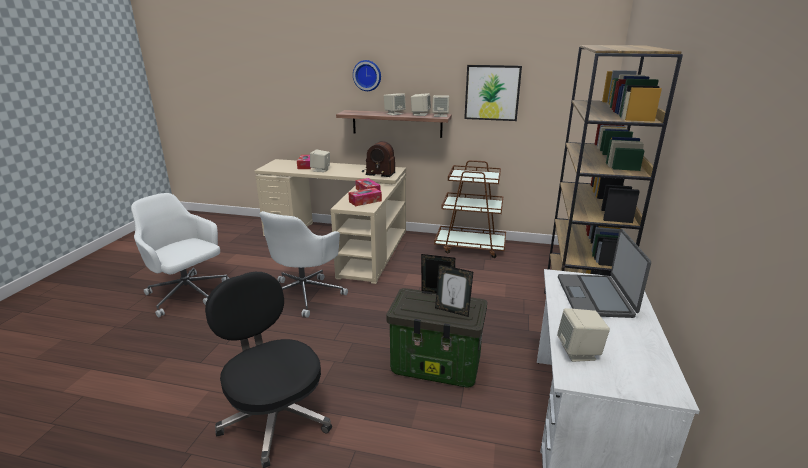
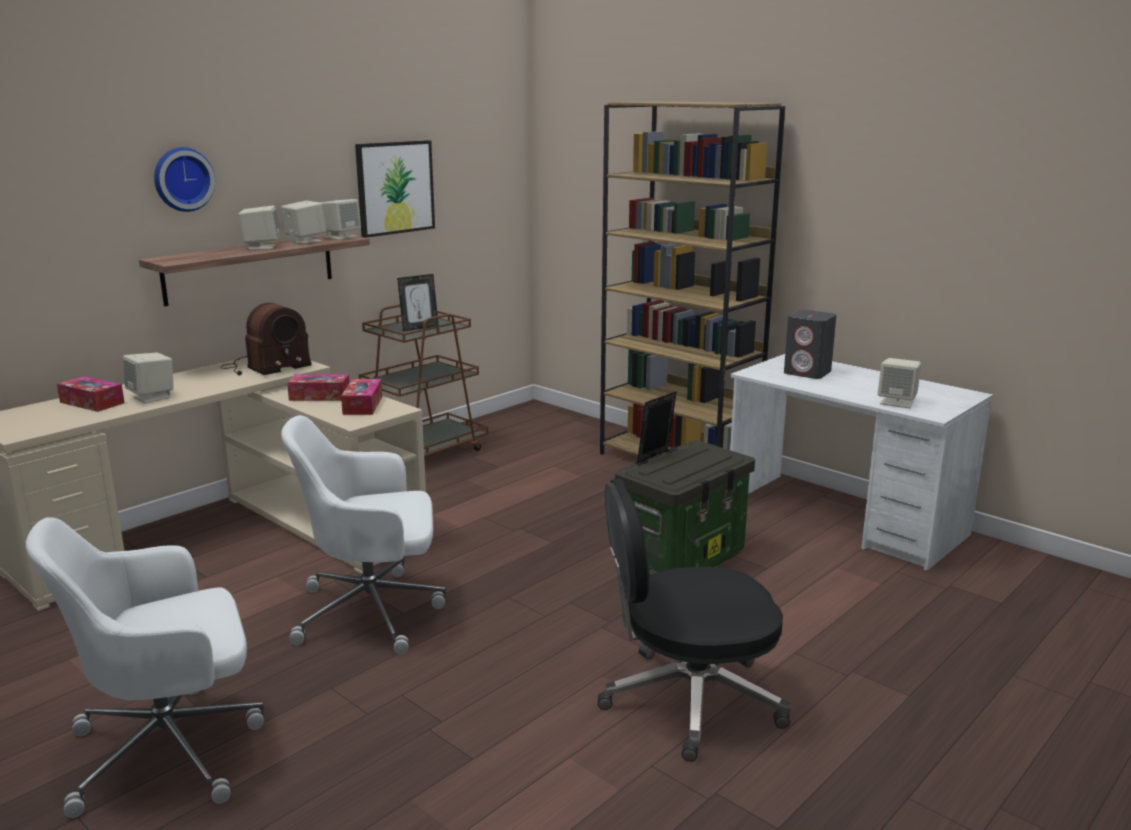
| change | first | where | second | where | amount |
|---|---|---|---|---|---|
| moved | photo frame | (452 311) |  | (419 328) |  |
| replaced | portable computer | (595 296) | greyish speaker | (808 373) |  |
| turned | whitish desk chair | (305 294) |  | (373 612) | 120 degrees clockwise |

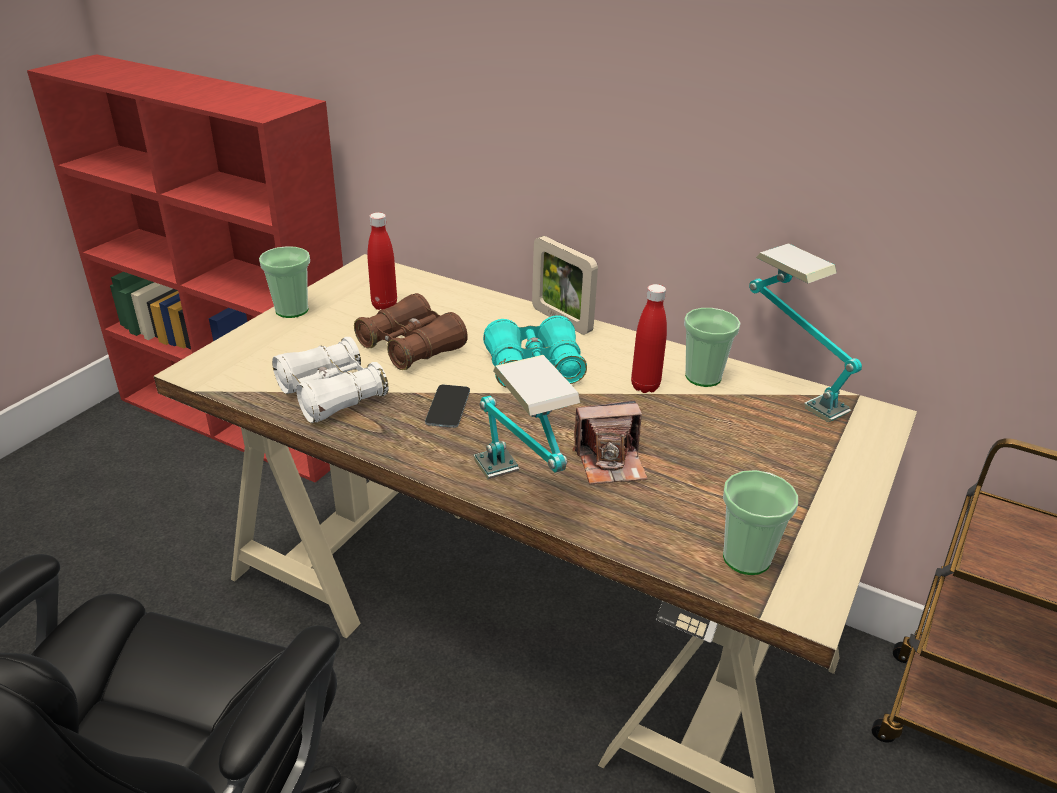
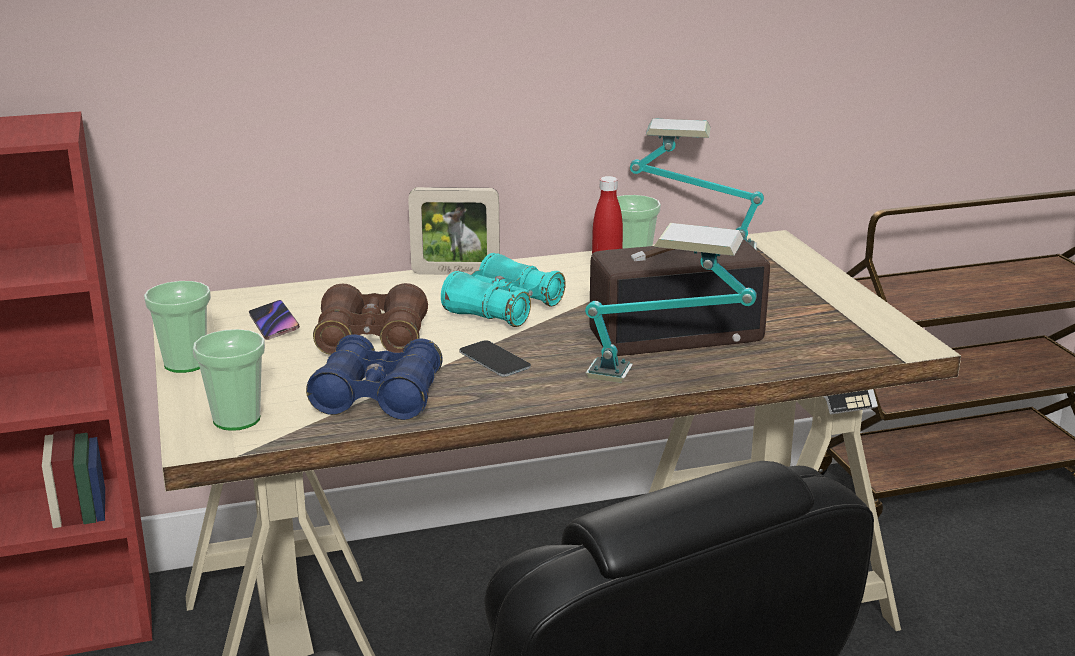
| change | first | where | second | where | amount |
|---|---|---|---|---|---|
| moved | small cup | (746 558) |  | (237 419) |  |
| replaced | red-coloured drink bottle | (384 305) | handset | (274 324) |  |
| replaced | still camera | (610 462) | radio receiver | (676 335) |  |
| recoloured | whitish pair of binoculars | (331 394) | bluish pair of binoculars | (378 396) |  |

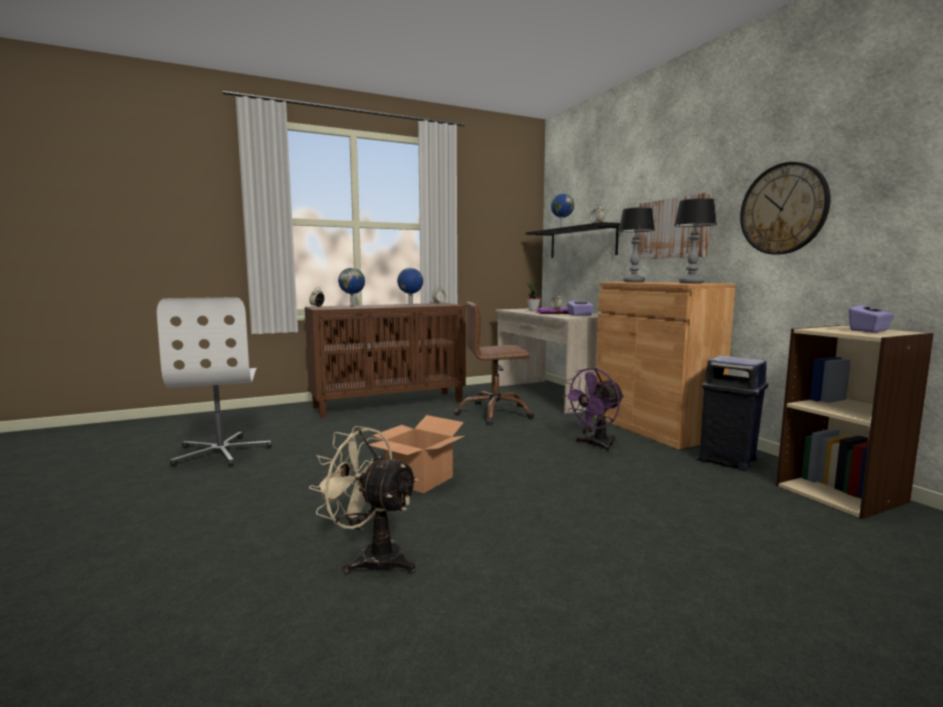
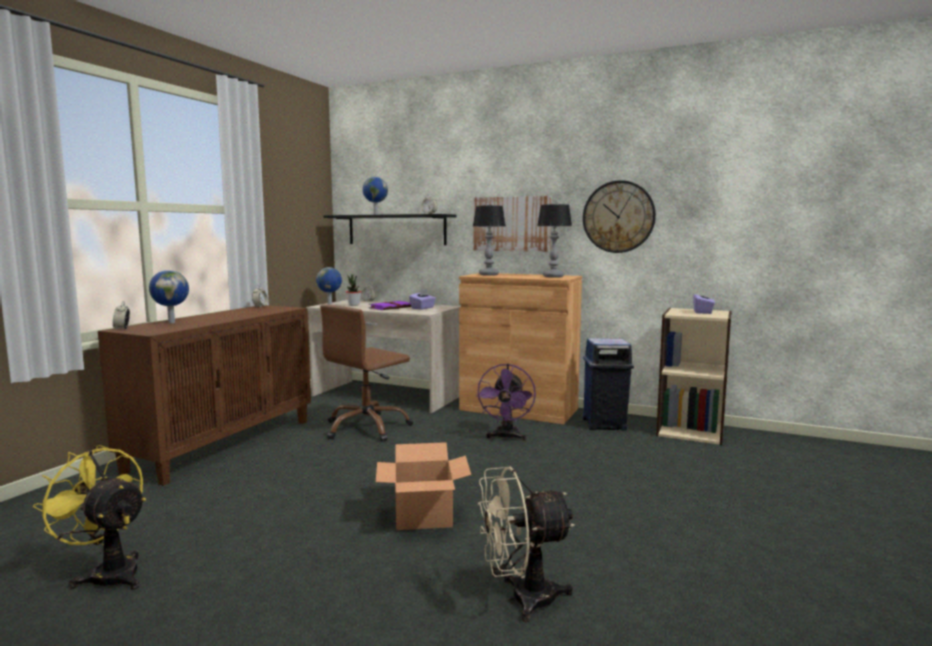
| change | first | where | second | where | amount |
|---|---|---|---|---|---|
| moved | world globe | (411 305) |  | (330 304) |  |
| replaced | whitish desk chair | (222 452) | yellowish electric fan | (108 573) |  |

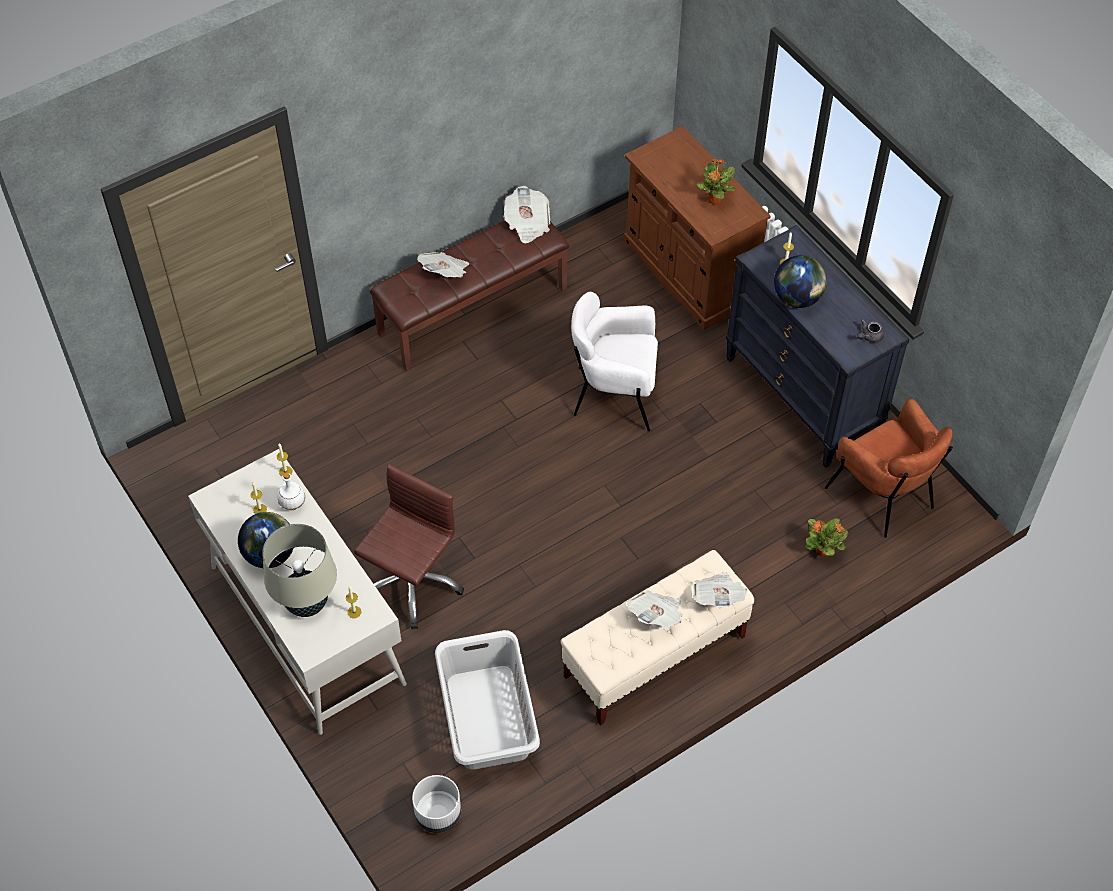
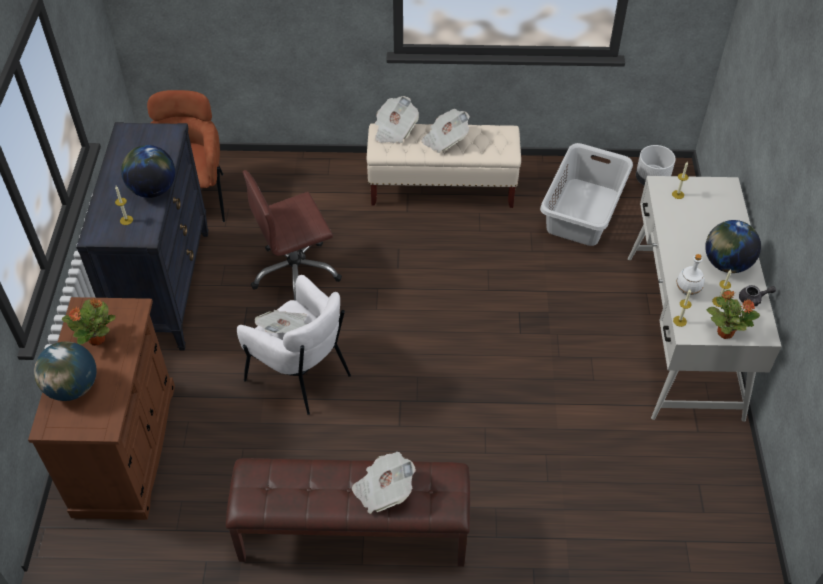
| change | first | where | second | where | amount |
|---|---|---|---|---|---|
| removed | beige-coloured lamp for a table | (306 603) |  |  |  |
| added |  |  | world globe | (73 387) |  |
| moved | brownish desk chair | (411 582) |  | (295 273) |  |
| moved | daily paper | (527 224) |  | (285 330) |  |
| moved | houseplant | (823 551) |  | (724 332) |  |
| moved | greyish tea pot | (869 336) |  | (753 299) |  |

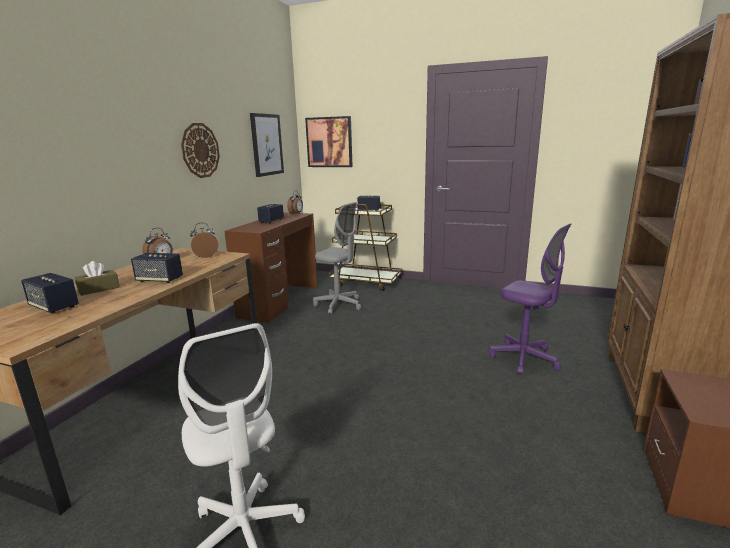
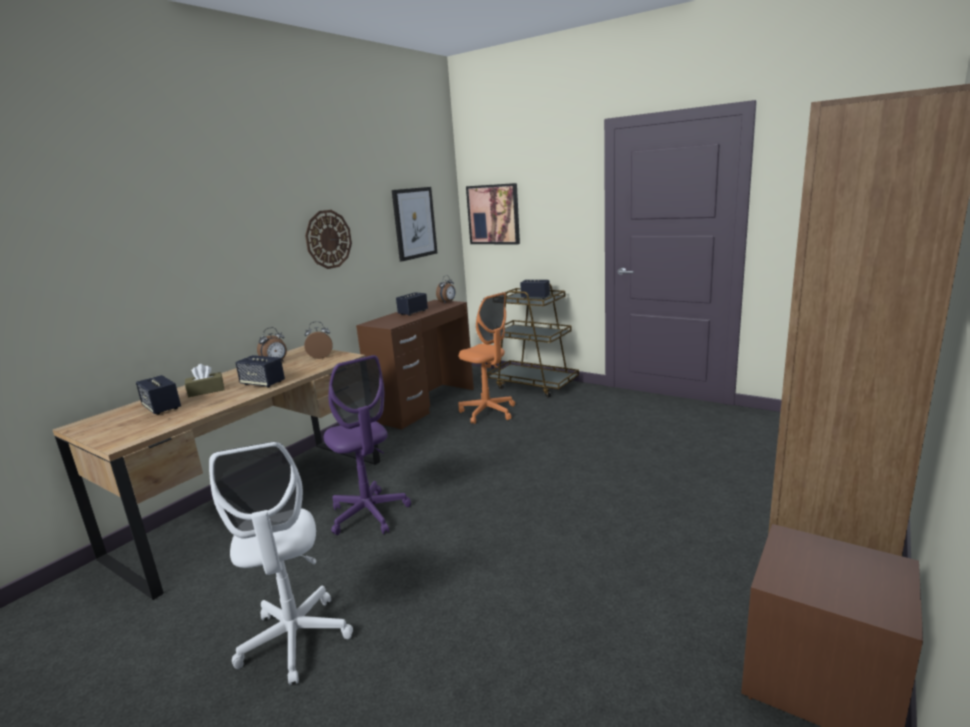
| change | first | where | second | where | amount |
|---|---|---|---|---|---|
| moved | purple-coloured desk chair | (524 358) |  | (369 514) |  |
| recoloured | greyish desk chair | (339 305) | orangey desk chair | (488 412) |  |

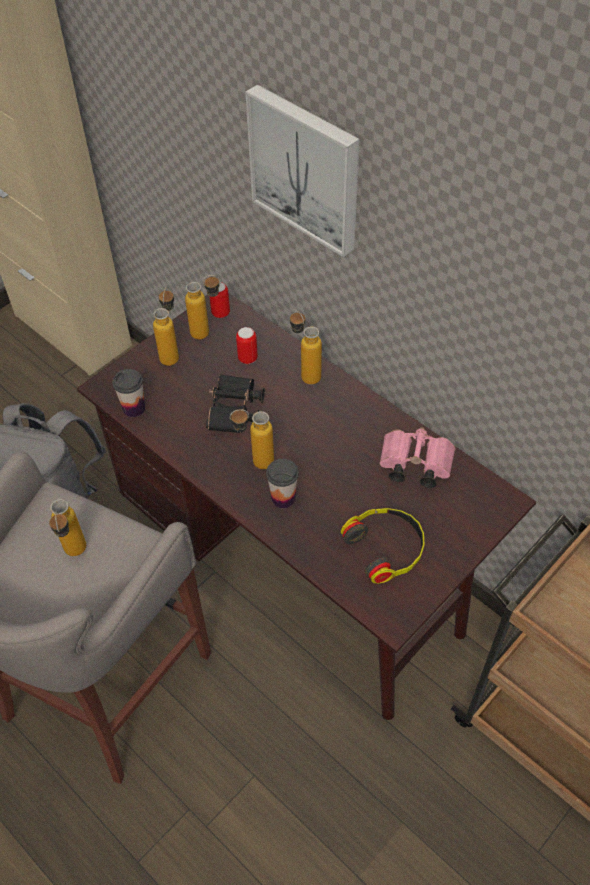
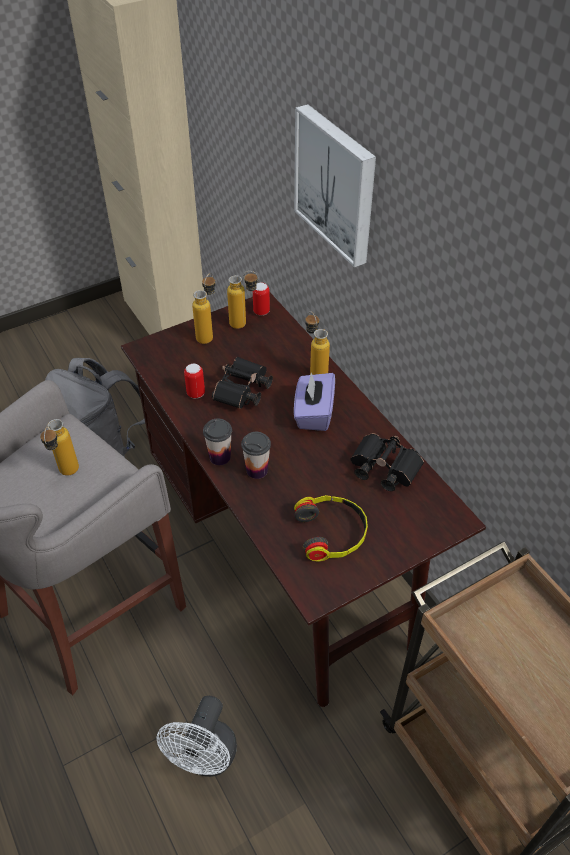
| change | first | where | second | where | amount |
|---|---|---|---|---|---|
| removed | drink bottle | (254 463) |  |  |  |
| added |  |  | whitish electric fan | (206 759) |  |
| added |  |  | purple-coloured box of tissues | (313 413) |  |
| moved | small cup | (134 408) |  | (220 457) |  |
| moved | sealed can | (247 358) |  | (196 393) |  |
| recoloured | pink-coloured pair of binoculars | (413 465) | black pair of binoculars | (382 470) |  |

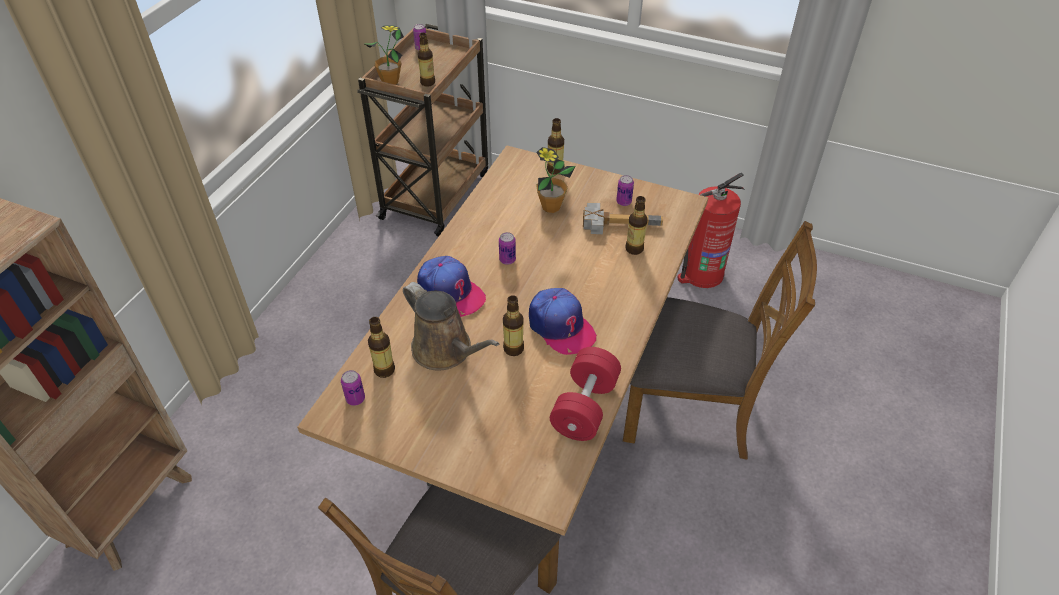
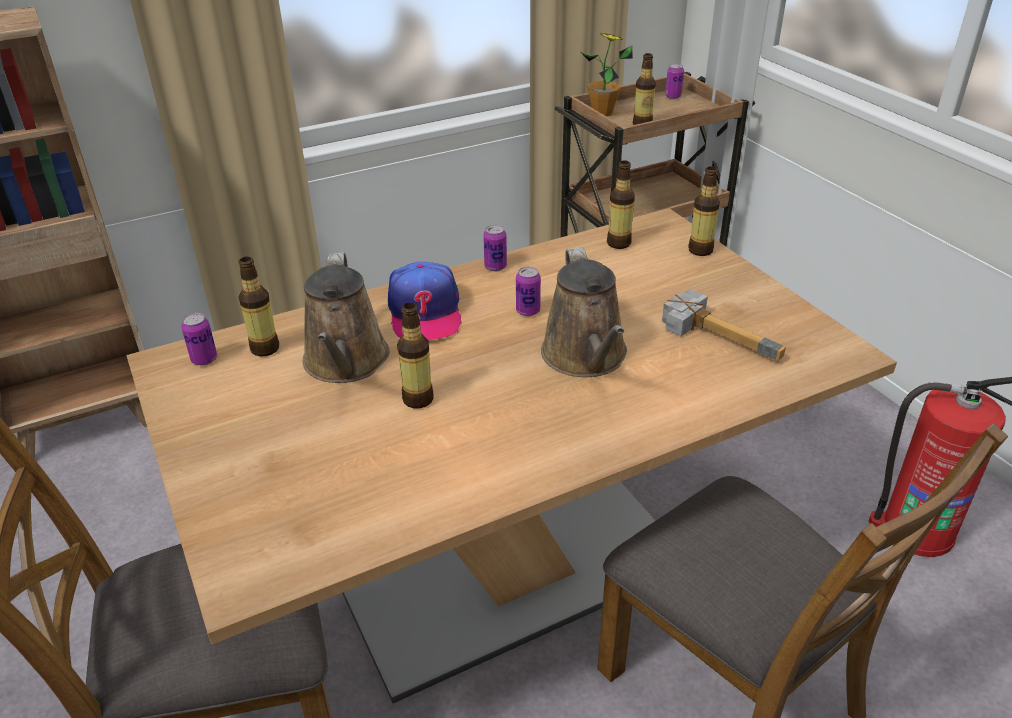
| change | first | where | second | where | amount |
|---|---|---|---|---|---|
| removed | baseball cap | (560 326) |  |  |  |
| removed | houseplant | (551 207) |  |  |  |
| removed | red-coloured free weight | (585 407) |  |  |  |
| added |  |  | brownish watering can | (586 357) |  |
| moved | sealed can | (623 202) |  | (495 267) |  |
| moved | drink bottle | (634 249) |  | (618 243) |  |

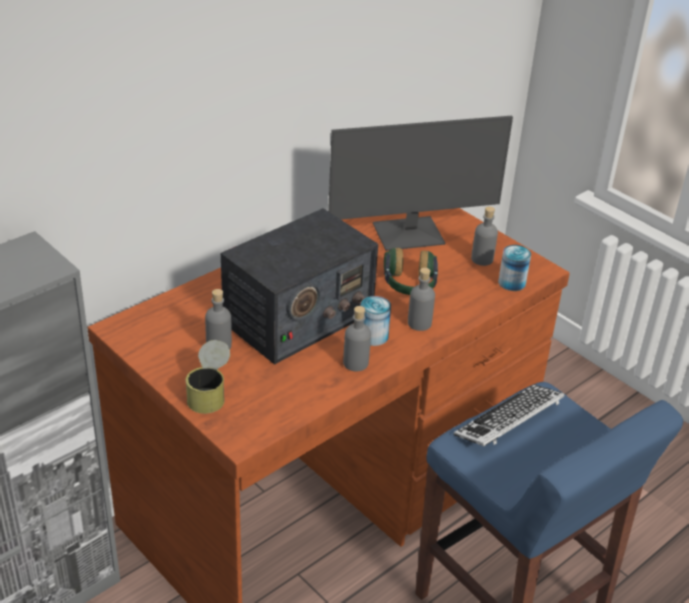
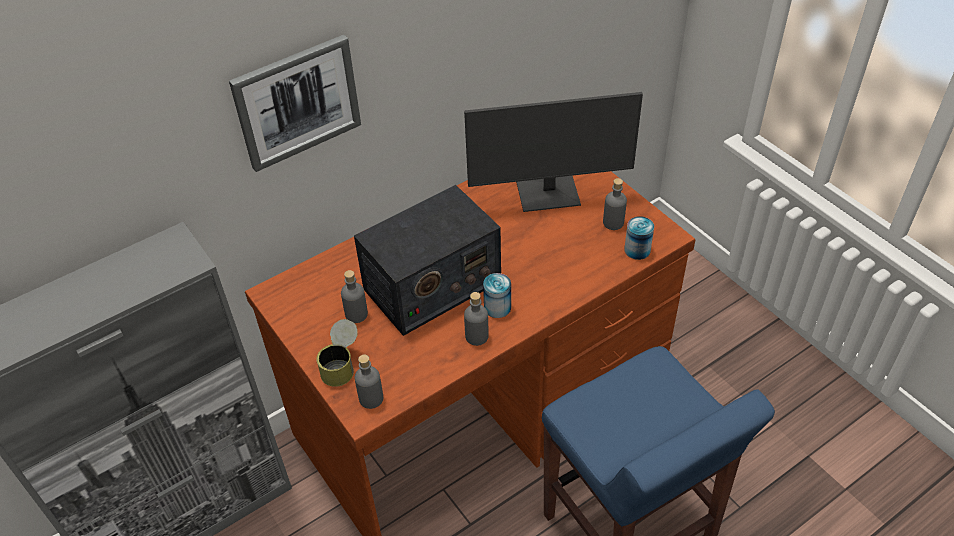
| change | first | where | second | where | amount |
|---|---|---|---|---|---|
| removed | headphones | (409 285) |  |  |  |
| removed | computer keyboard | (509 421) |  |  |  |
| added |  |  | wall art | (297 102) |  |
| moved | greyish drink bottle | (419 323) |  | (371 398) |  |

